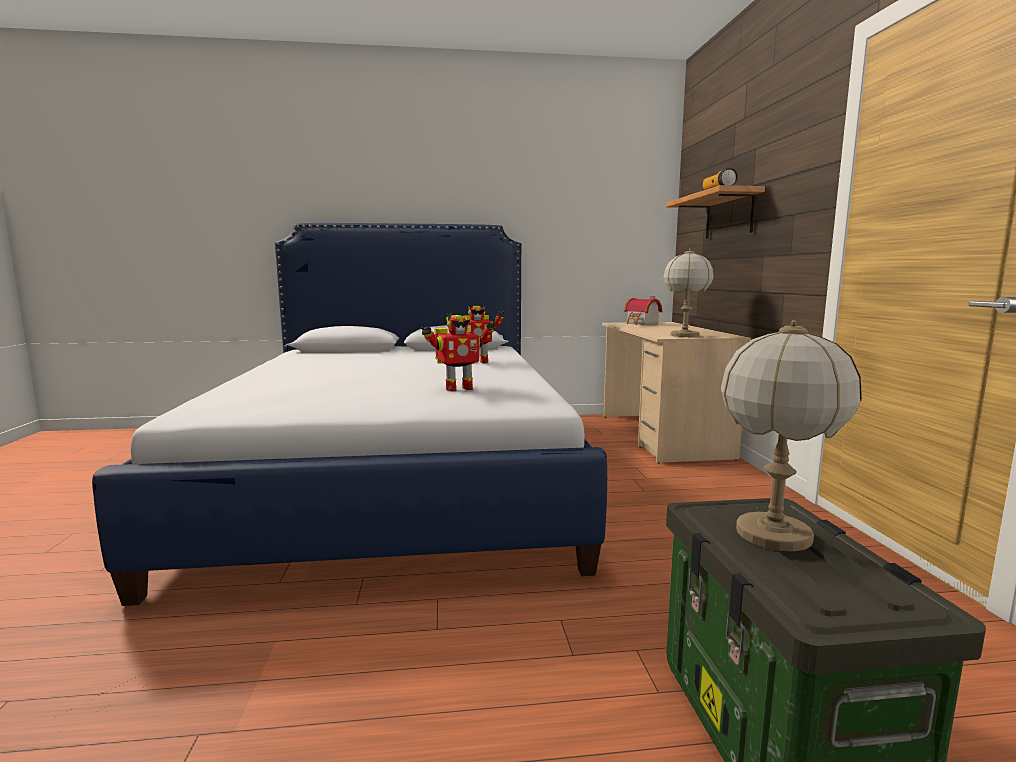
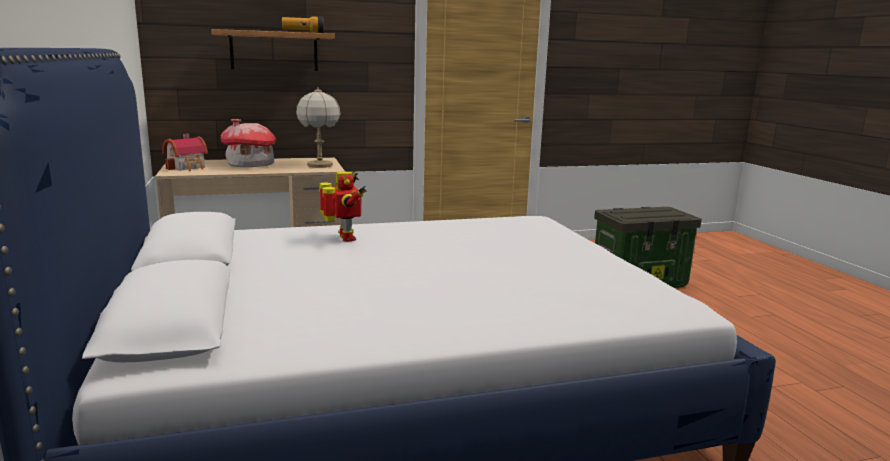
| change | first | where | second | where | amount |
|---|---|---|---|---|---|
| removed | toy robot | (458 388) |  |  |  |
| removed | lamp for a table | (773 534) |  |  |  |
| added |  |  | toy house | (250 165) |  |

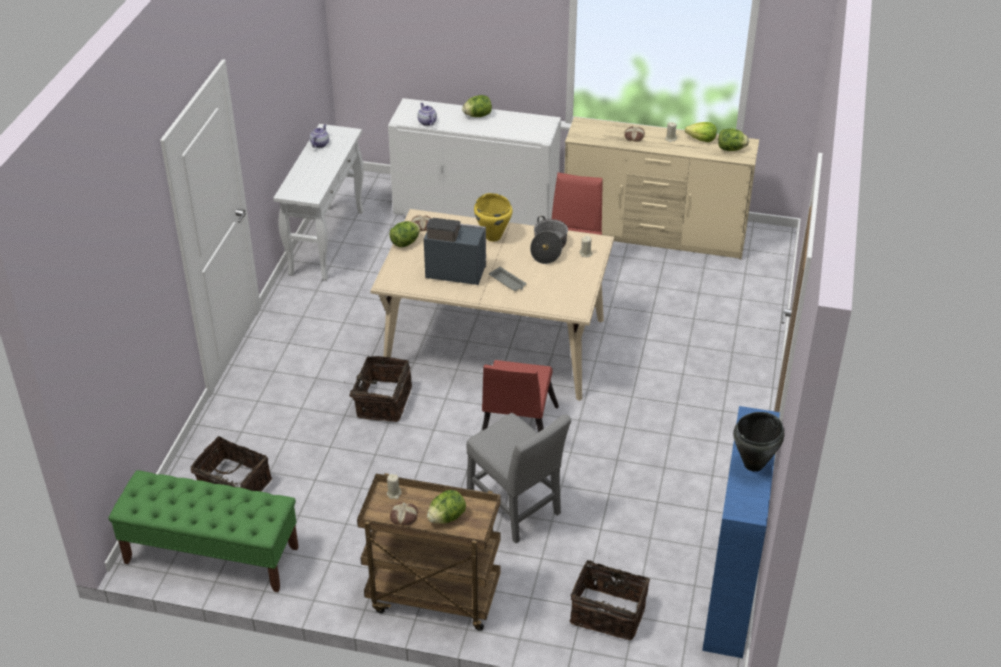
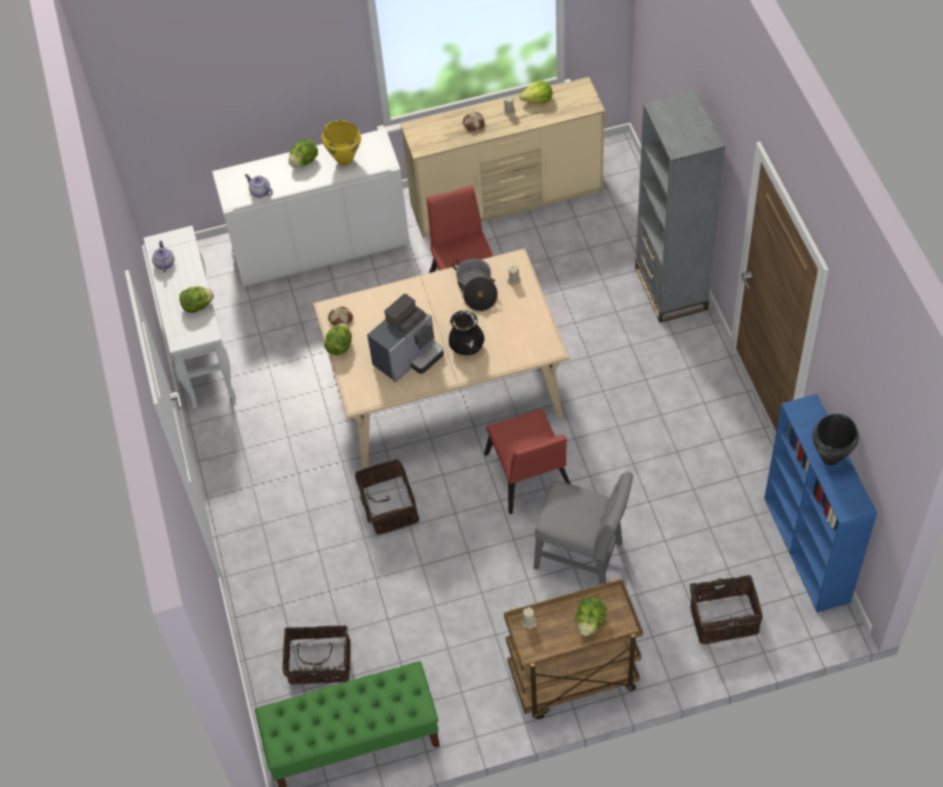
| change | first | where | second | where | amount |
|---|---|---|---|---|---|
| removed | baked bread | (404 516) |  |  |  |
| added |  |  | greyish shelving unit | (670 288) |  |
| moved | yellowish saucepot | (493 236) |  | (345 160) |  |
| moved | lettuce | (731 149) |  | (197 306) |  |
| replaced | greyish serving tray | (508 282) | black decorative vase | (467 347) |  |
| turned | coffee maker | (453 271) |  | (408 357) | 150 degrees clockwise |

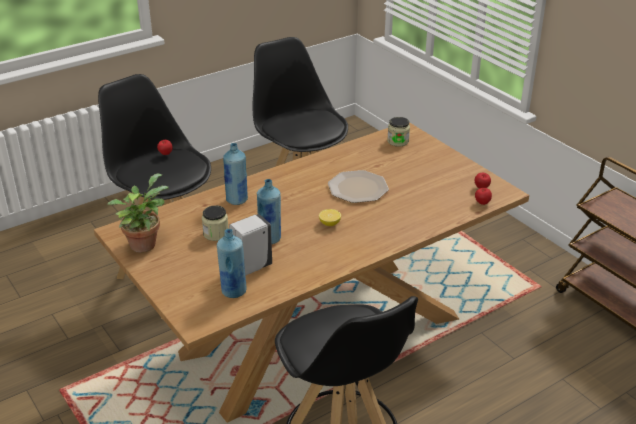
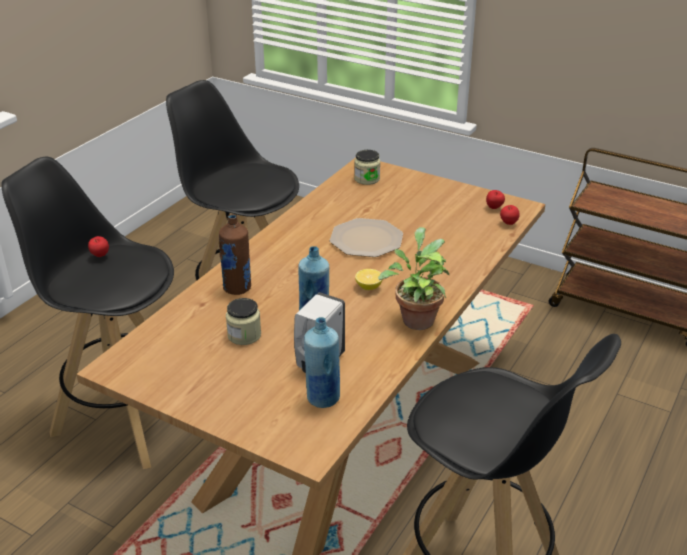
| change | first | where | second | where | amount |
|---|---|---|---|---|---|
| moved | houseplant | (144 243) |  | (416 318) |  |
| recoloured | bluish drink bottle | (237 200) | brownish drink bottle | (237 288) |  |

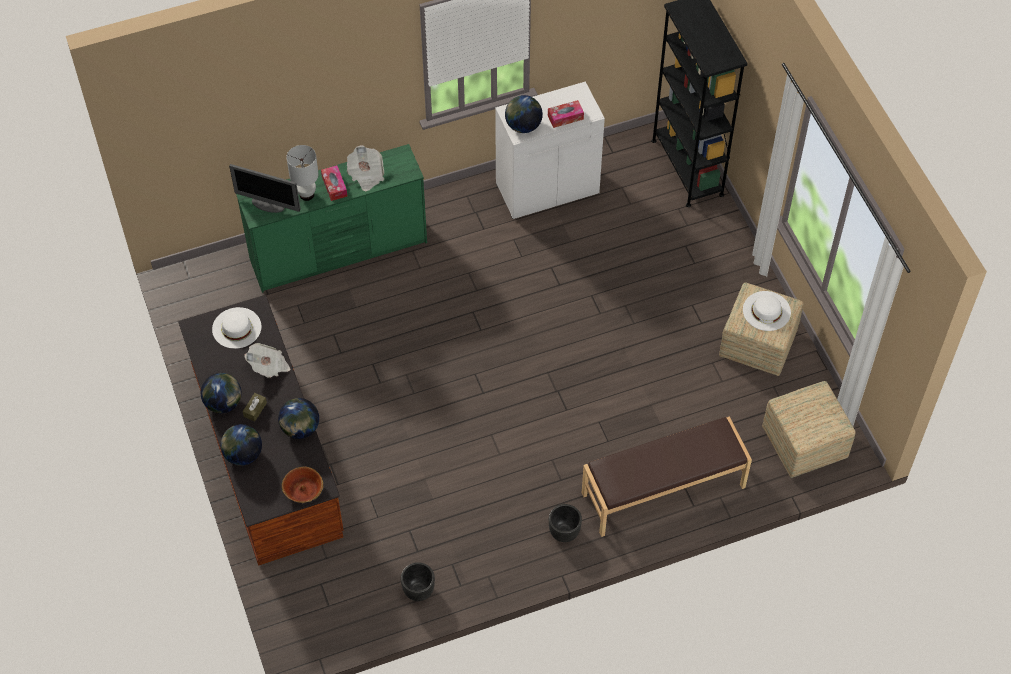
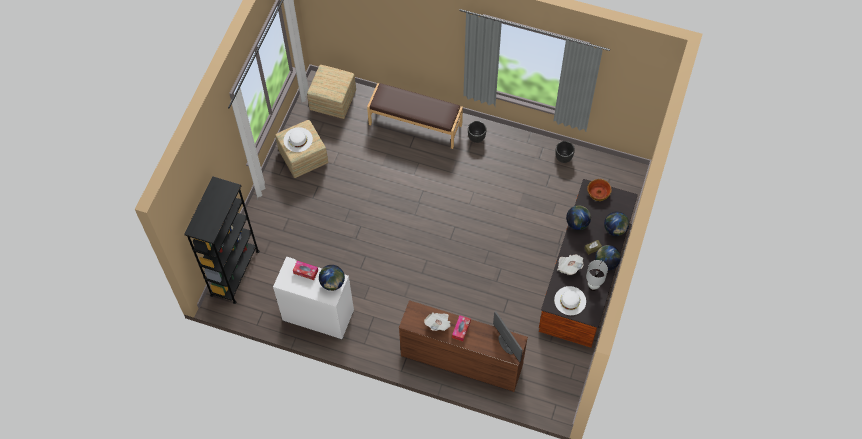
| change | first | where | second | where | amount |
|---|---|---|---|---|---|
| moved | whitish lamp for a table | (307 195) |  | (593 286) |  |
| recoloured | green-coloured drawer chest | (339 252) | brownish drawer chest | (461 360) |  |

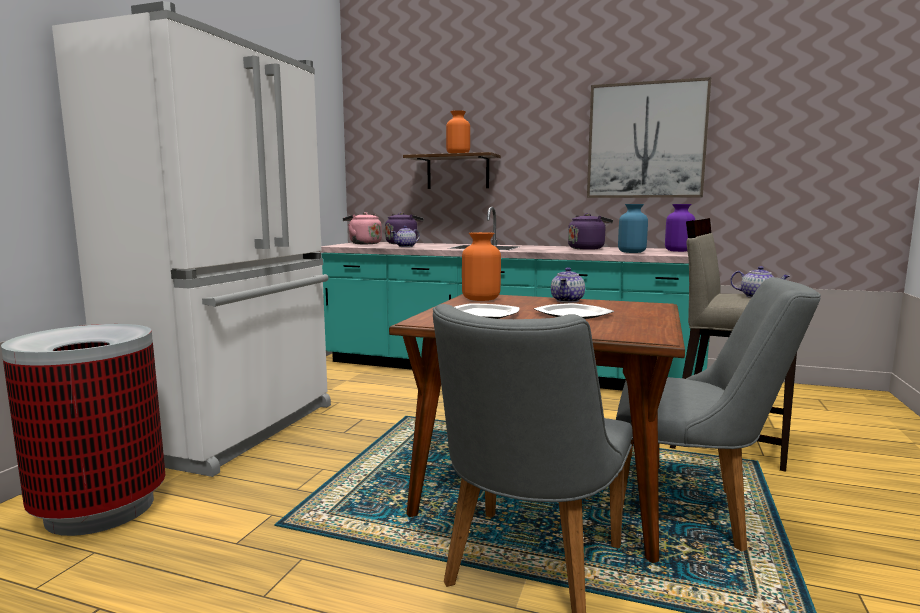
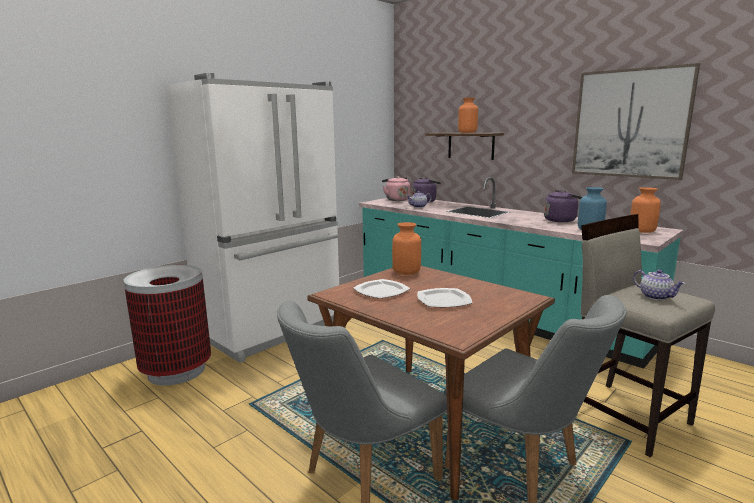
| change | first | where | second | where | amount |
|---|---|---|---|---|---|
| removed | tea pot | (568 301) |  |  |  |
| recoloured | purple-coloured decorative vase | (678 251) | orangey decorative vase | (642 231) |  |

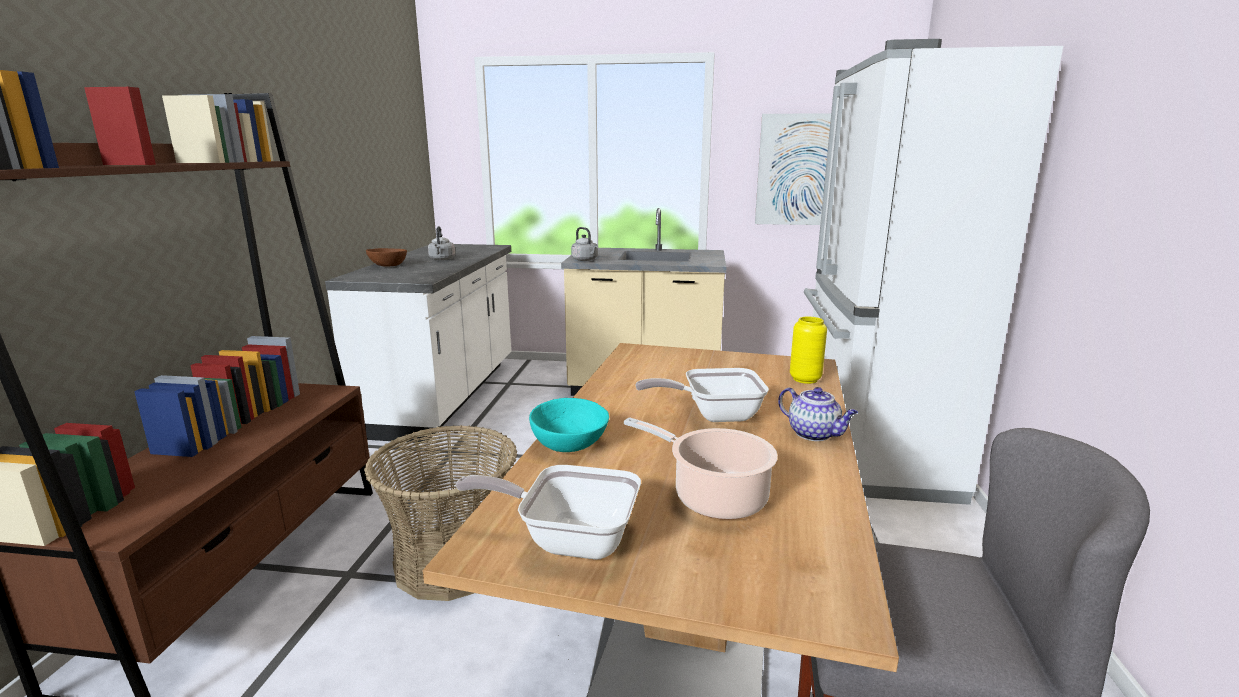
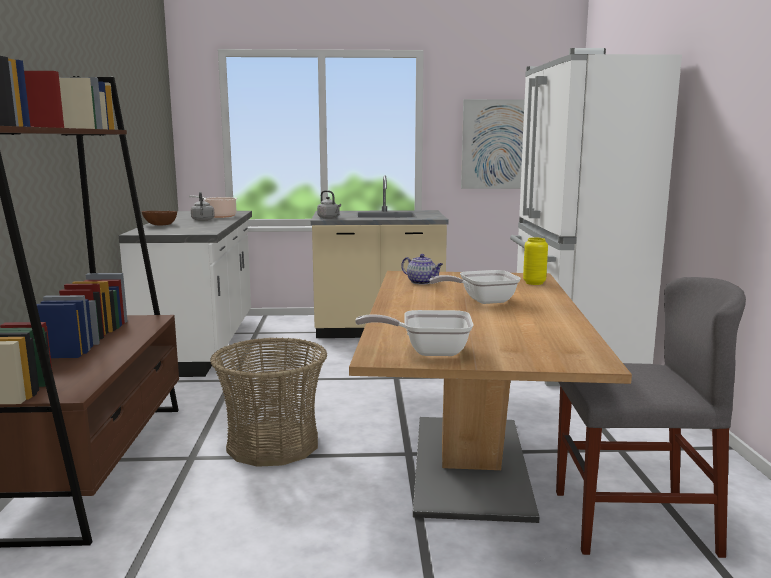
| change | first | where | second | where | amount |
|---|---|---|---|---|---|
| removed | turquoise-coloured serving bowl | (568 444) |  |  |  |
| moved | saucepot | (714 497) |  | (219 216) |  |
| moved | tea pot | (814 434) |  | (422 282) |  |

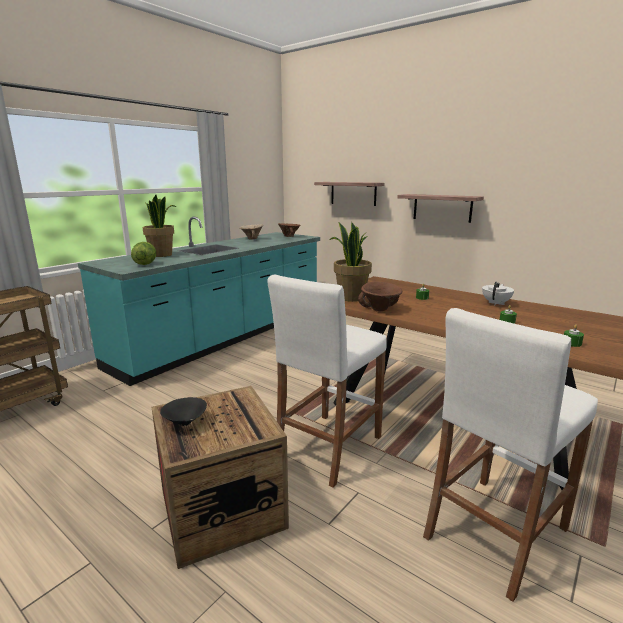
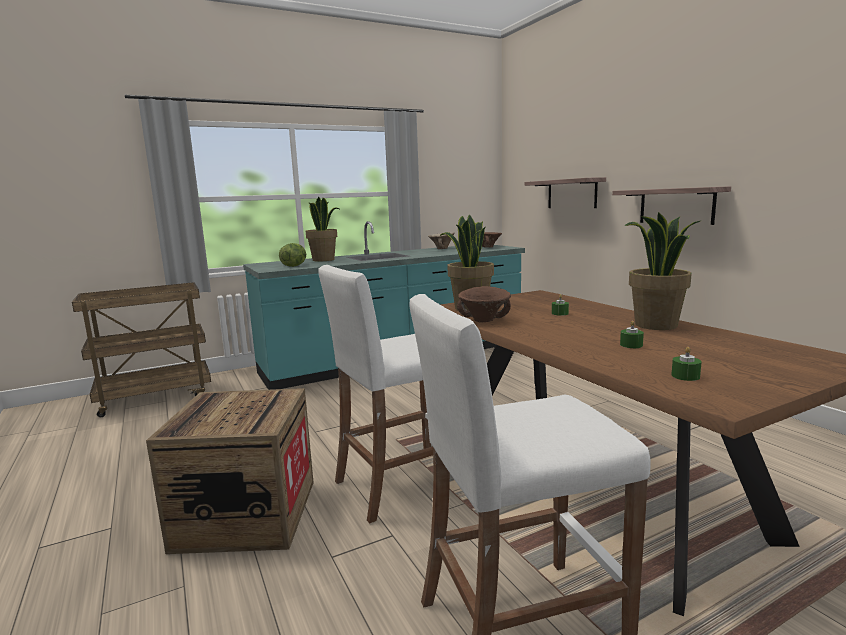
| change | first | where | second | where | amount |
|---|---|---|---|---|---|
| removed | black serving bowl | (185 423) |  |  |  |
| replaced | whitish tea pot | (496 303) | houseplant | (656 325) |  |

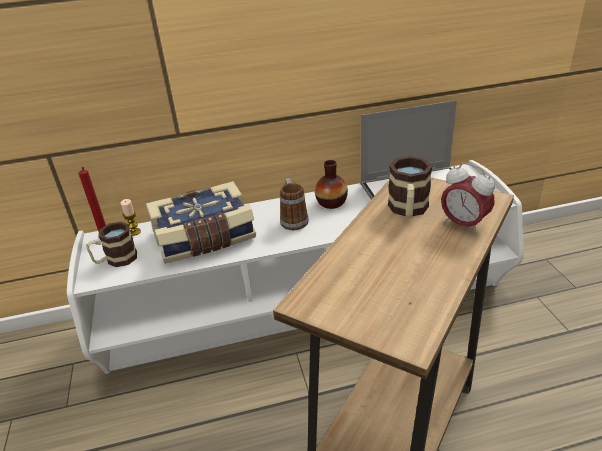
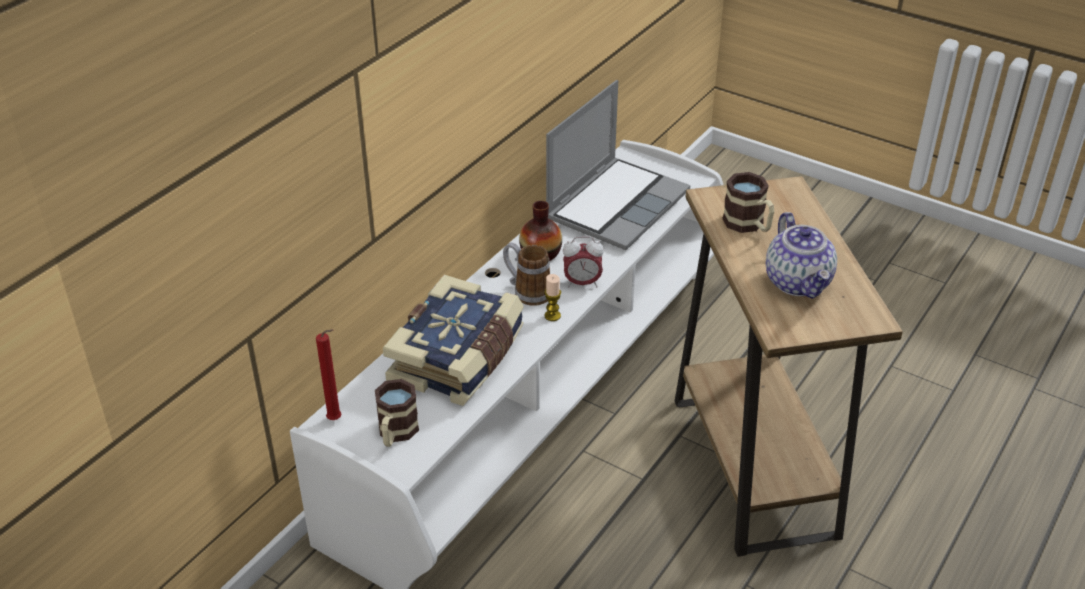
| change | first | where | second | where | amount |
|---|---|---|---|---|---|
| added |  |  | tea pot | (799 282) |  |
| moved | wax candle | (134 232) |  | (552 316) |  |
| moved | table clock | (463 225) |  | (582 283) |  |

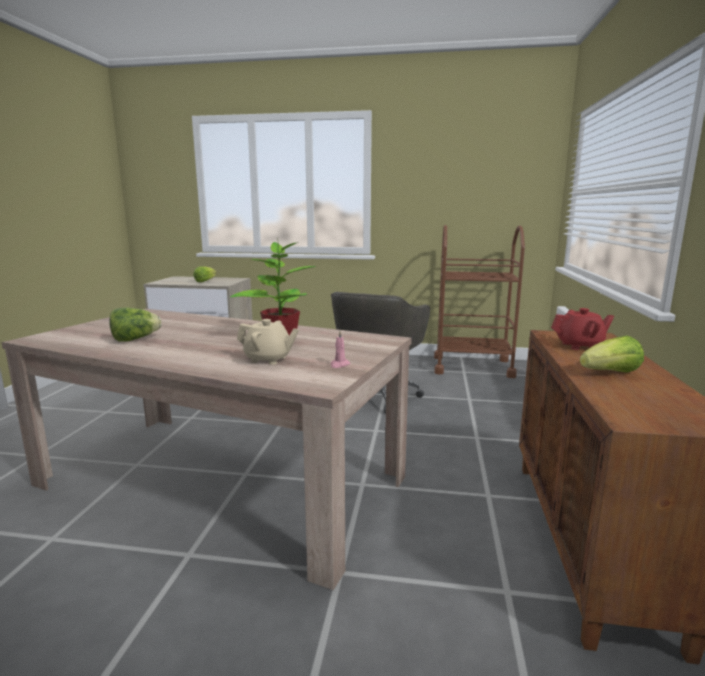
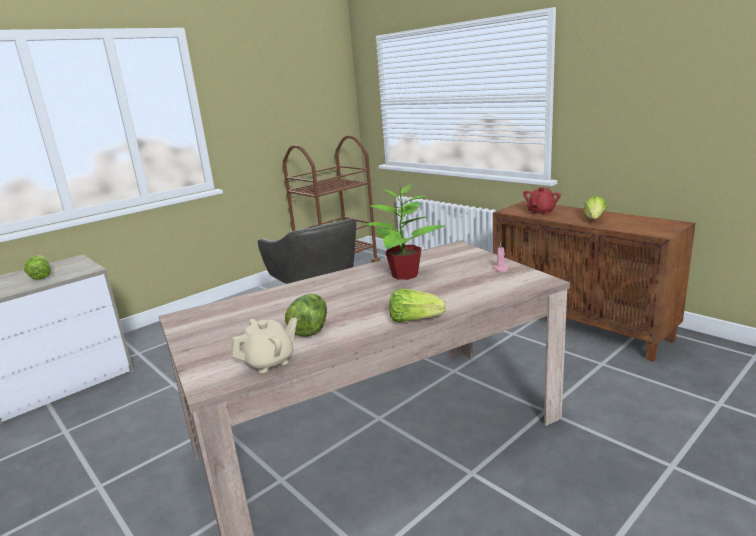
| change | first | where | second | where | amount |
|---|---|---|---|---|---|
| added |  |  | lettuce | (414 320) |  |
| moved | beige-coloured tea pot | (268 359) |  | (269 362) |  |

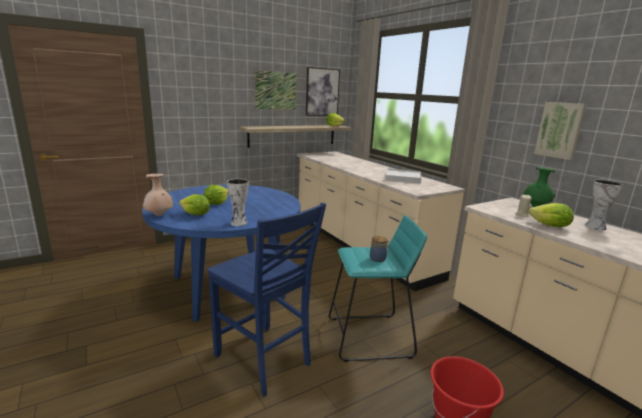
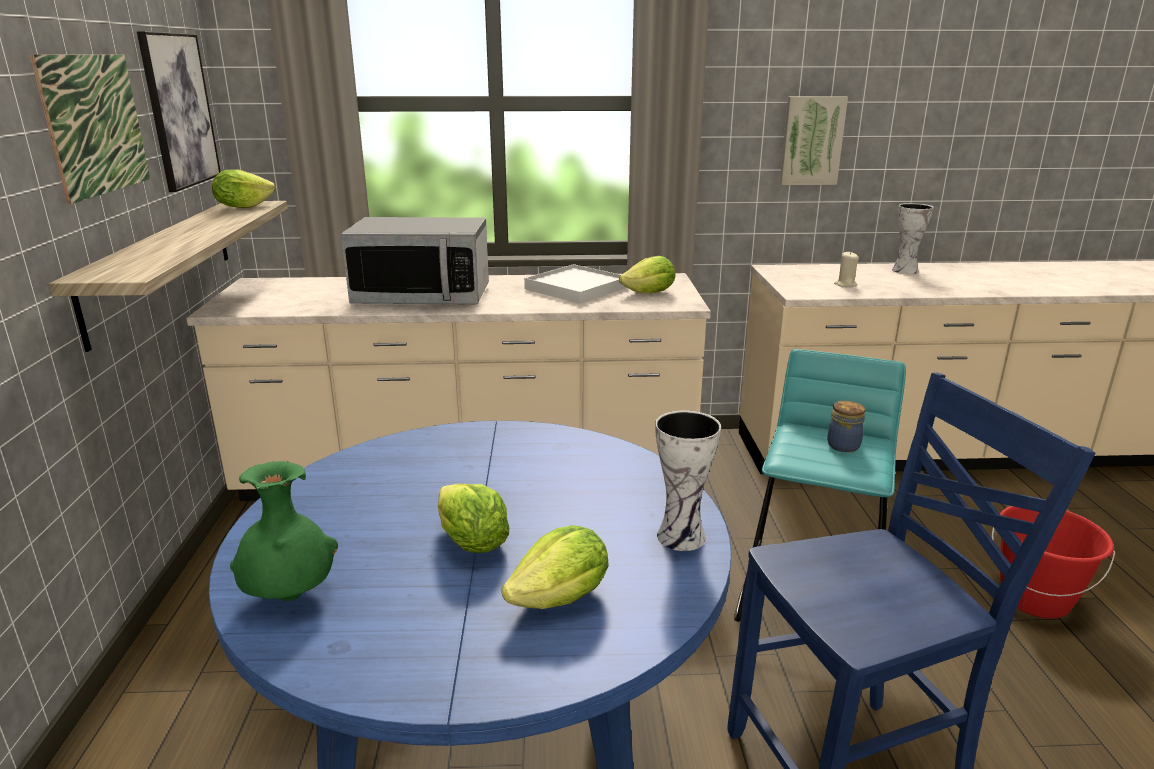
| change | first | where | second | where | amount |
|---|---|---|---|---|---|
| removed | beige-coloured decorative vase | (159 215) |  |  |  |
| added |  |  | microwave | (423 296) |  |
| moved | green-coloured decorative vase | (535 207) |  | (290 597) |  |
| moved | lettuce | (550 226) |  | (649 293) |  |

